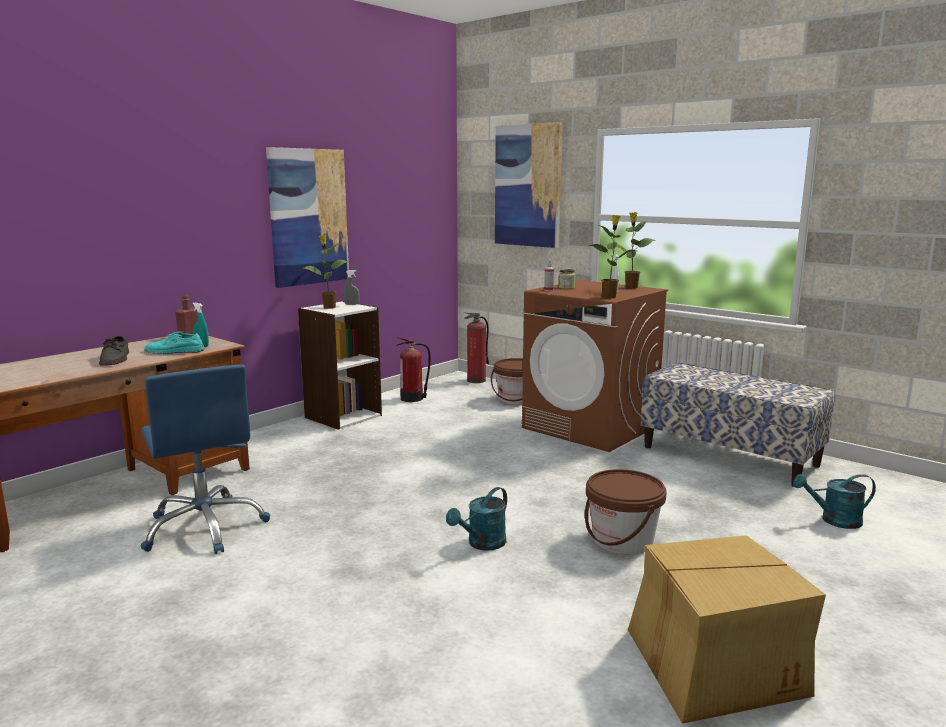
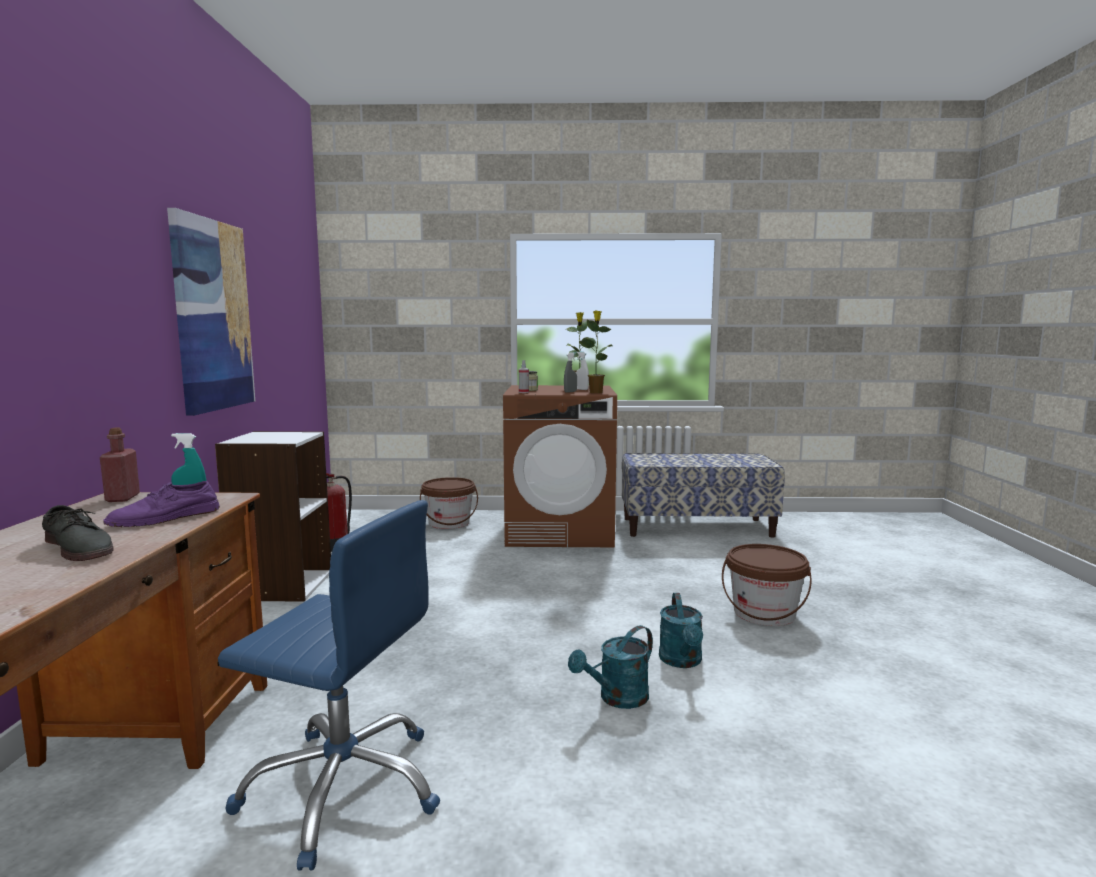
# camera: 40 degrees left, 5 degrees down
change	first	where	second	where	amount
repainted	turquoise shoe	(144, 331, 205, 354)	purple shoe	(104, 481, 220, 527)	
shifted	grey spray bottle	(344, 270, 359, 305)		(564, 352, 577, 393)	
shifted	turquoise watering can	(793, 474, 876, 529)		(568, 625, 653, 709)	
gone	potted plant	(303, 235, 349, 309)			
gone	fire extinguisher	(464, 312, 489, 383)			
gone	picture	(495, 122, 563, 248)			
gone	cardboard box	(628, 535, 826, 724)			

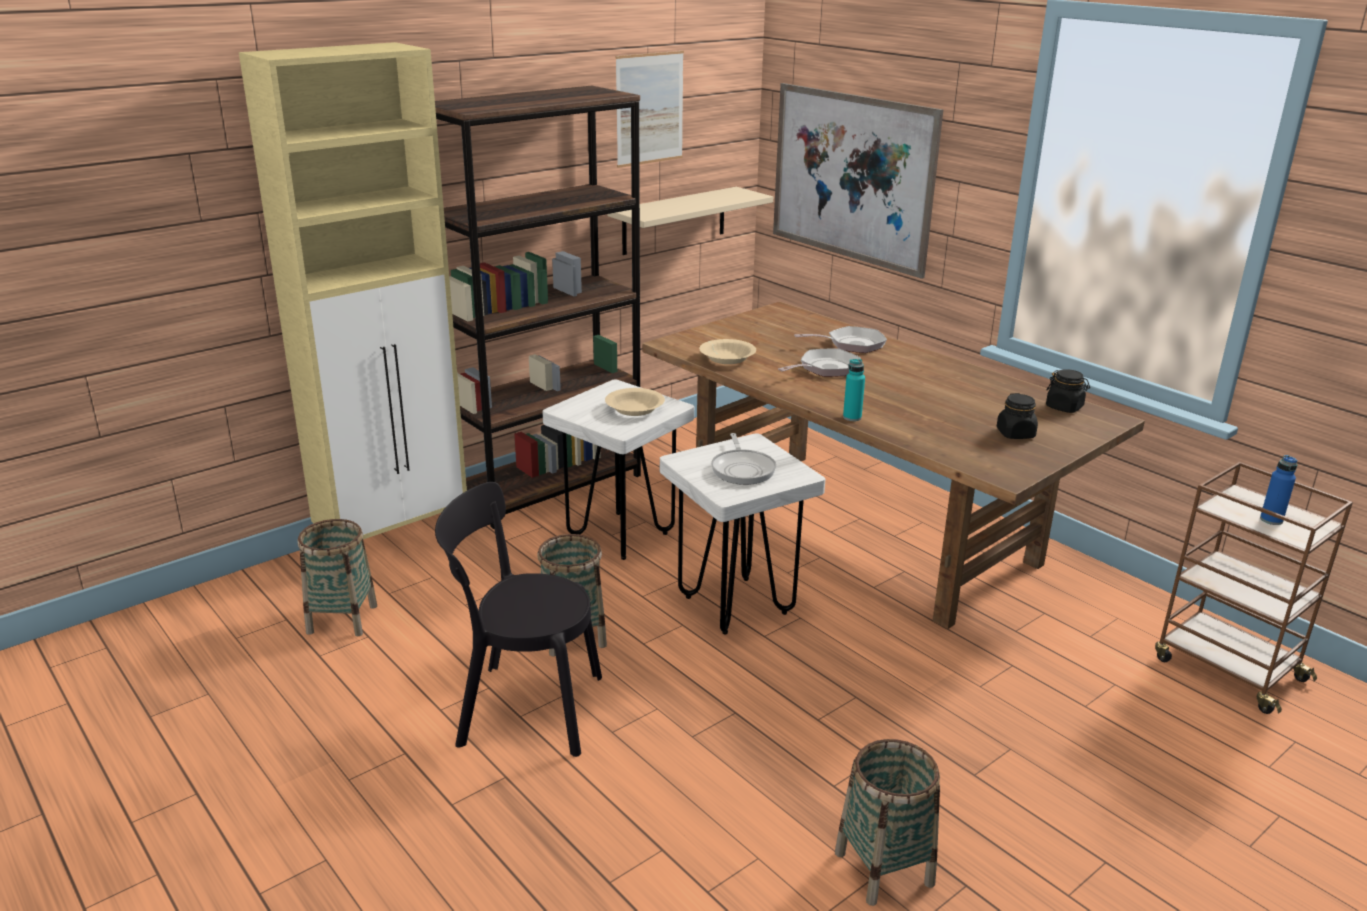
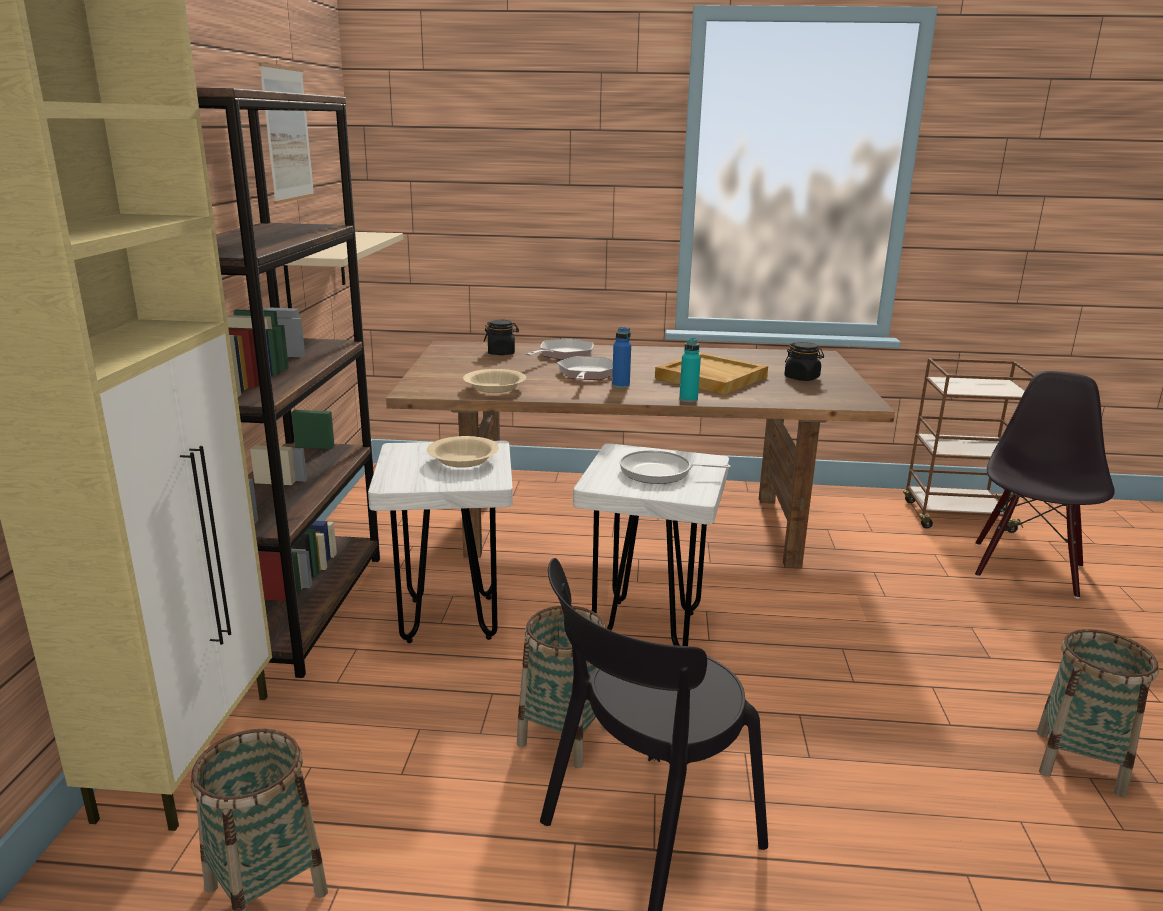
# camera: 45 degrees left, 5 degrees down
change	first	where	second	where	amount
shifted	black jar	(1046, 369, 1090, 413)		(484, 320, 519, 355)	
shifted	blue bottle	(1260, 455, 1298, 525)		(612, 327, 631, 388)	
rotated	frying pan	(711, 433, 776, 485)		(620, 450, 731, 484)	150 degrees clockwise
new			beige tray	(655, 352, 768, 394)	
new			black chair	(975, 371, 1115, 599)	
gone	picture	(773, 83, 943, 279)			

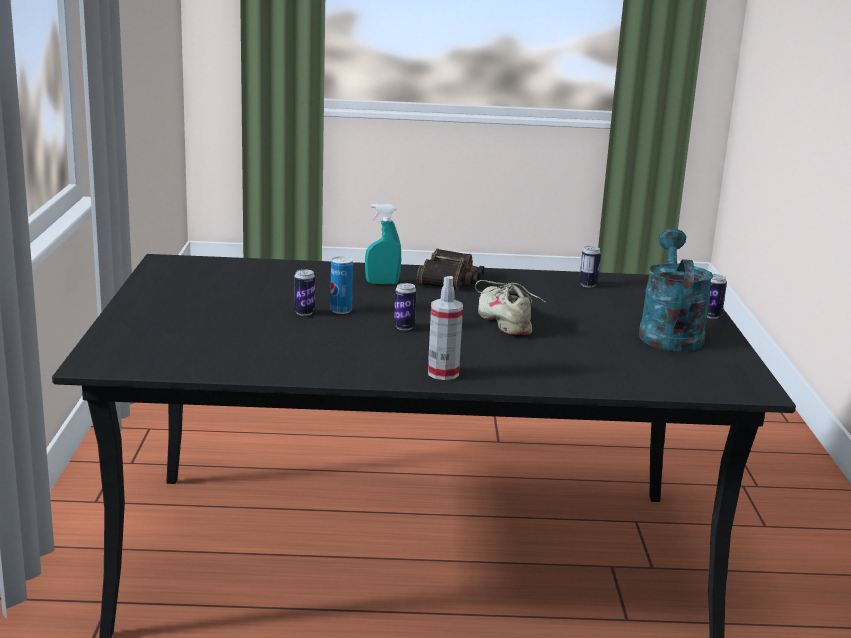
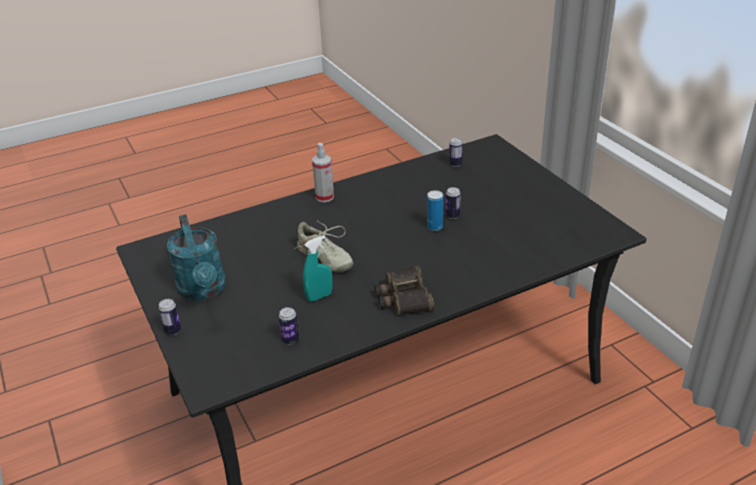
# camera: 155 degrees right, 15 degrees up
change	first	where	second	where	amount
shifted	turquoise spray bottle	(365, 204, 401, 284)		(303, 236, 333, 302)	
shifted	can	(394, 283, 416, 330)		(449, 138, 463, 167)	

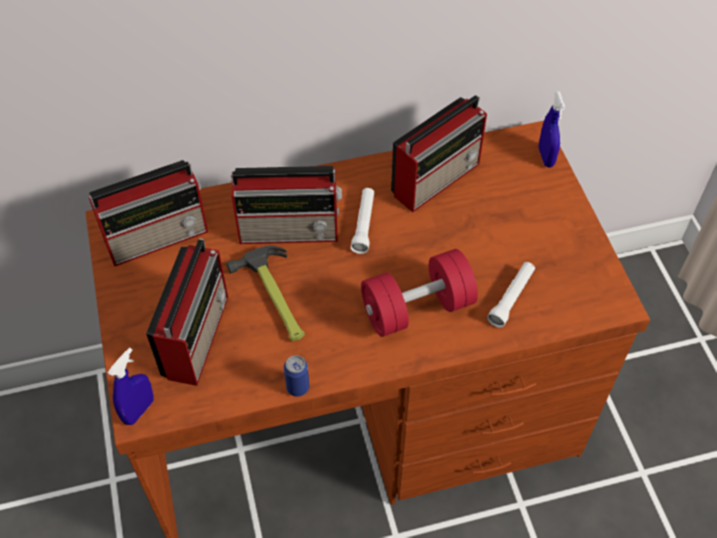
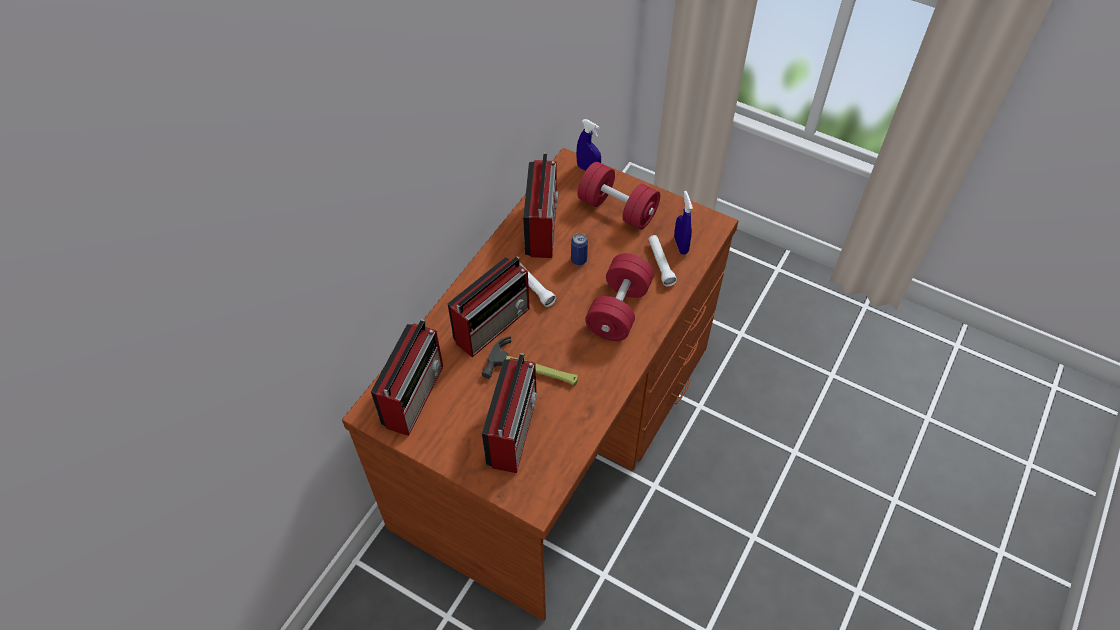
# camera: 45 degrees left, 0 degrees up
change	first	where	second	where	amount
rotated	radio	(146, 238, 228, 386)		(482, 353, 537, 473)	45 degrees clockwise
shifted	can	(284, 355, 309, 397)		(571, 233, 588, 265)	
new			red dumbbell	(577, 162, 660, 230)	
shifted	blue spray bottle	(108, 348, 154, 425)		(674, 191, 693, 255)	

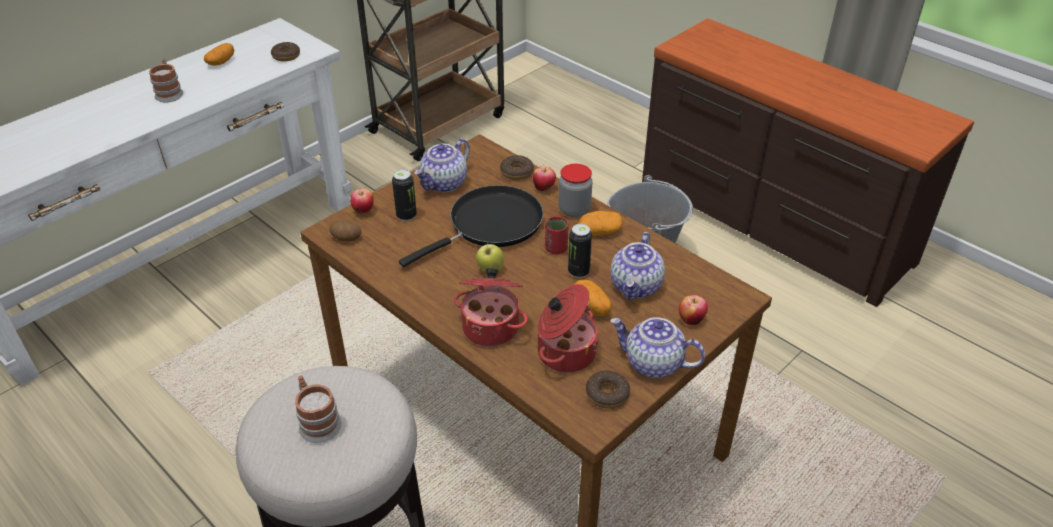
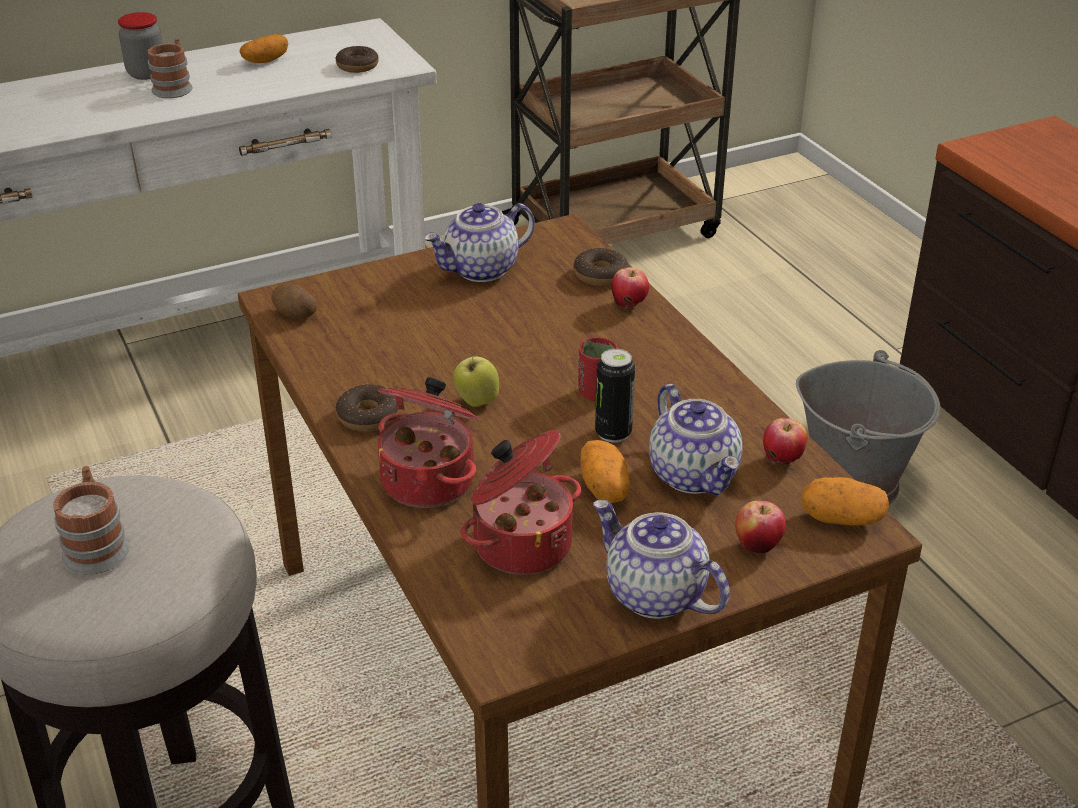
# camera: 20 degrees right, 5 degrees down
change	first	where	second	where	amount
shifted	jar	(558, 164, 592, 218)		(118, 12, 162, 80)	
shifted	donut	(586, 371, 630, 409)		(336, 384, 400, 432)	
rotated	teapot	(611, 232, 665, 300)		(649, 384, 743, 495)	60 degrees counterclockwise
shifted	apple	(350, 188, 374, 214)		(763, 418, 807, 464)	
shifted	potato	(578, 211, 623, 236)		(801, 477, 889, 525)	
gone	can	(392, 169, 417, 221)			
gone	black frying pan	(399, 185, 543, 267)			

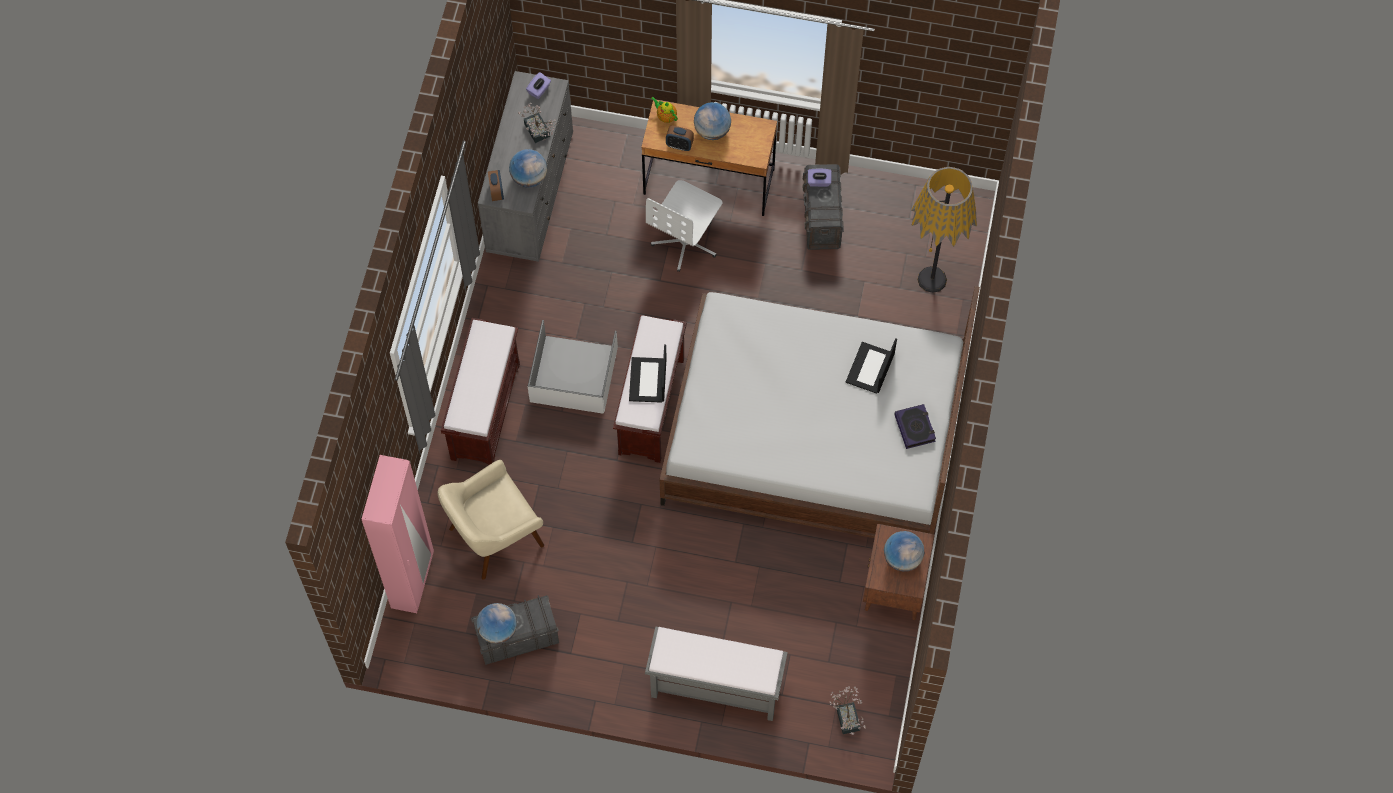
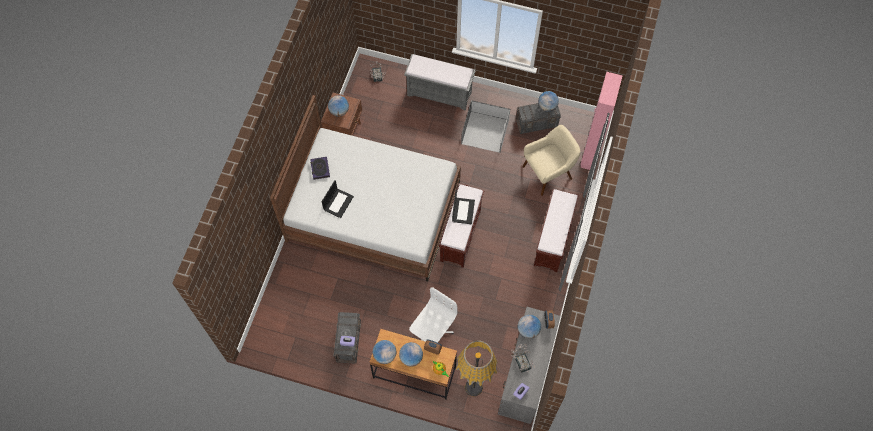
# camera: 175 degrees left, 0 degrees up
change	first	where	second	where	amount
new			globe	(373, 340, 397, 364)	
shifted	floor lamp	(911, 167, 977, 293)		(456, 340, 498, 397)	
shifted	white storage box	(528, 320, 618, 414)		(461, 100, 510, 153)	

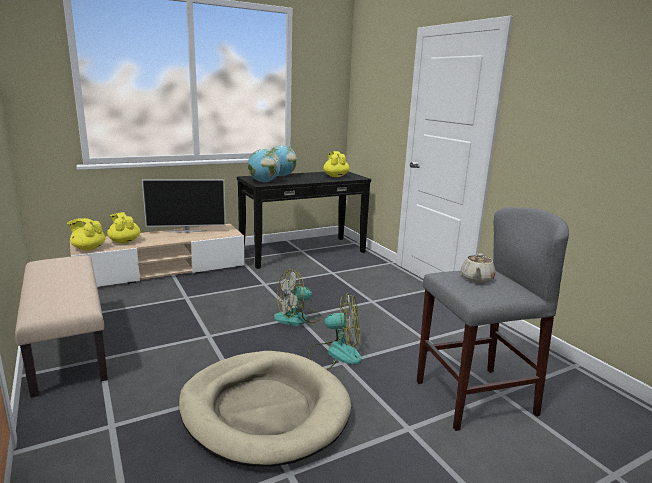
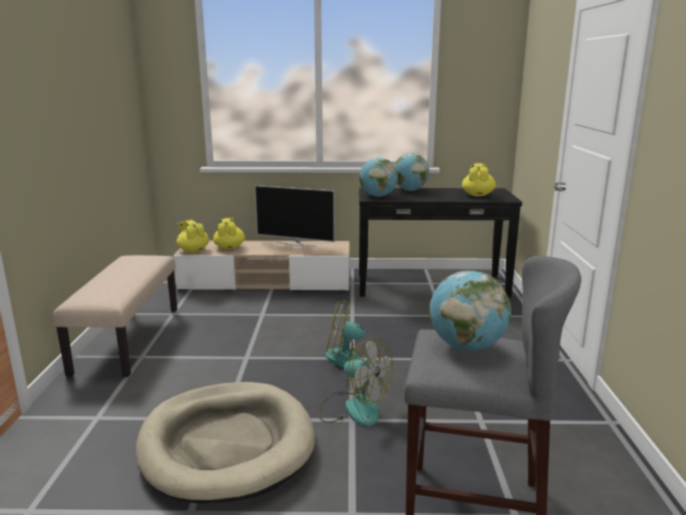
# camera: 30 degrees right, 0 degrees up
change	first	where	second	where	amount
swapped	beige teapot	(461, 253, 496, 283)	globe	(429, 271, 511, 351)	

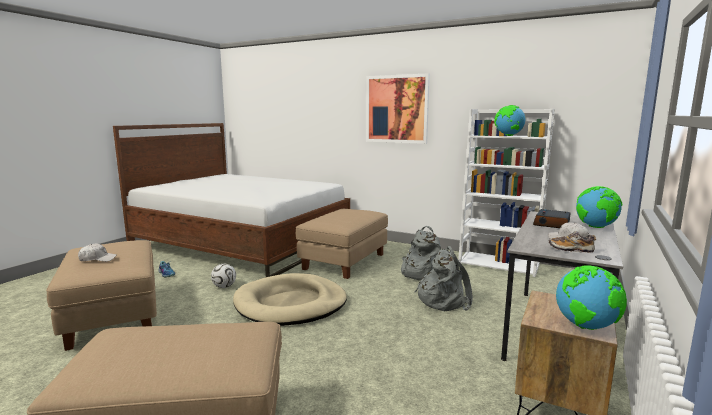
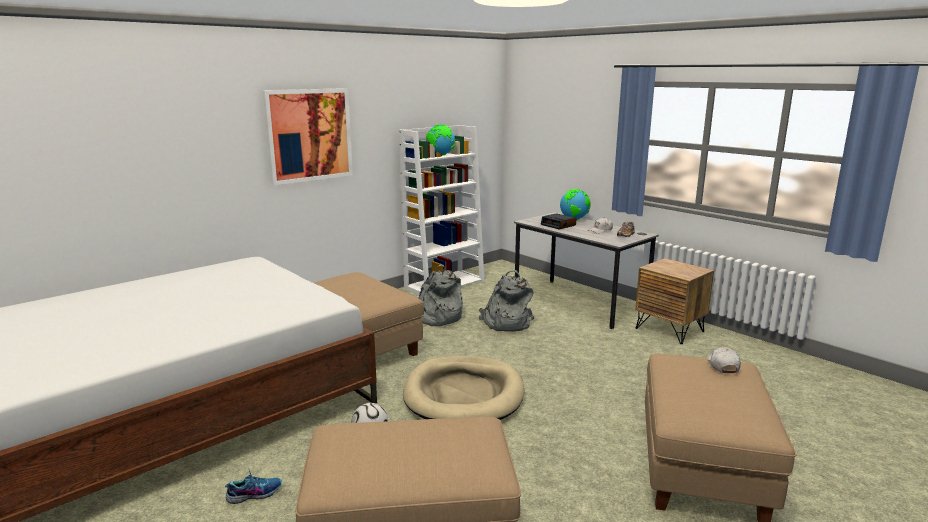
# camera: 70 degrees left, 5 degrees up
change	first	where	second	where	amount
shifted	white cap	(78, 243, 117, 262)		(707, 347, 741, 373)	
gone	globe	(556, 265, 627, 330)			

